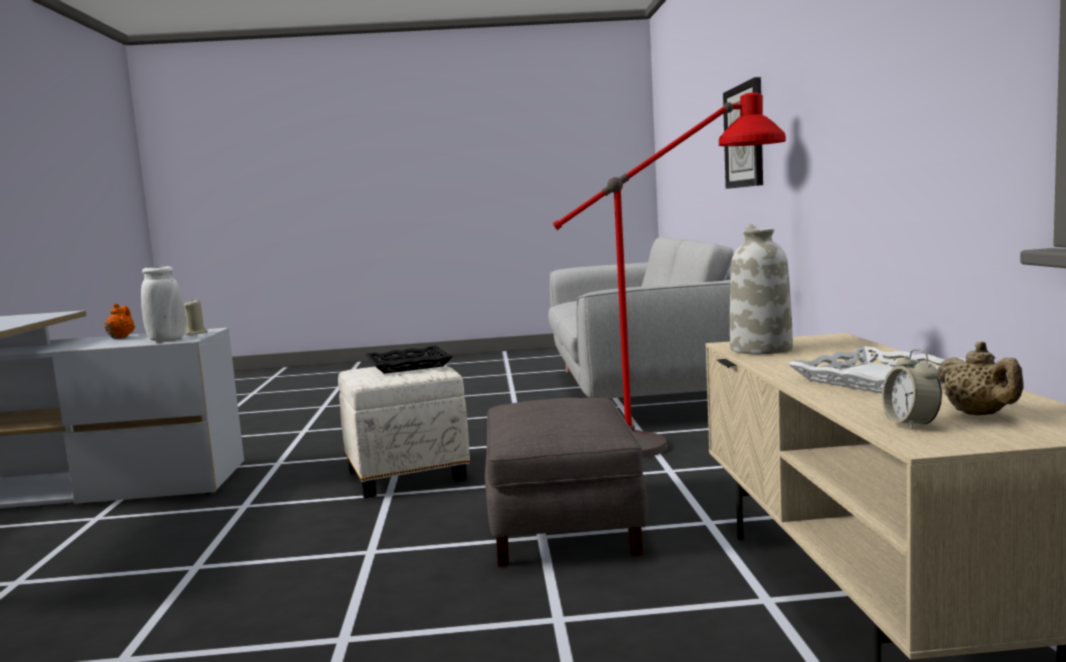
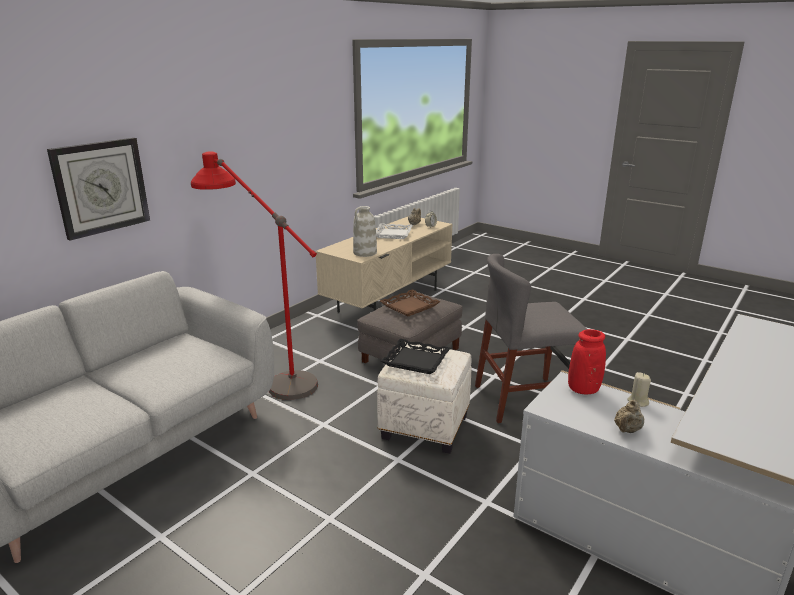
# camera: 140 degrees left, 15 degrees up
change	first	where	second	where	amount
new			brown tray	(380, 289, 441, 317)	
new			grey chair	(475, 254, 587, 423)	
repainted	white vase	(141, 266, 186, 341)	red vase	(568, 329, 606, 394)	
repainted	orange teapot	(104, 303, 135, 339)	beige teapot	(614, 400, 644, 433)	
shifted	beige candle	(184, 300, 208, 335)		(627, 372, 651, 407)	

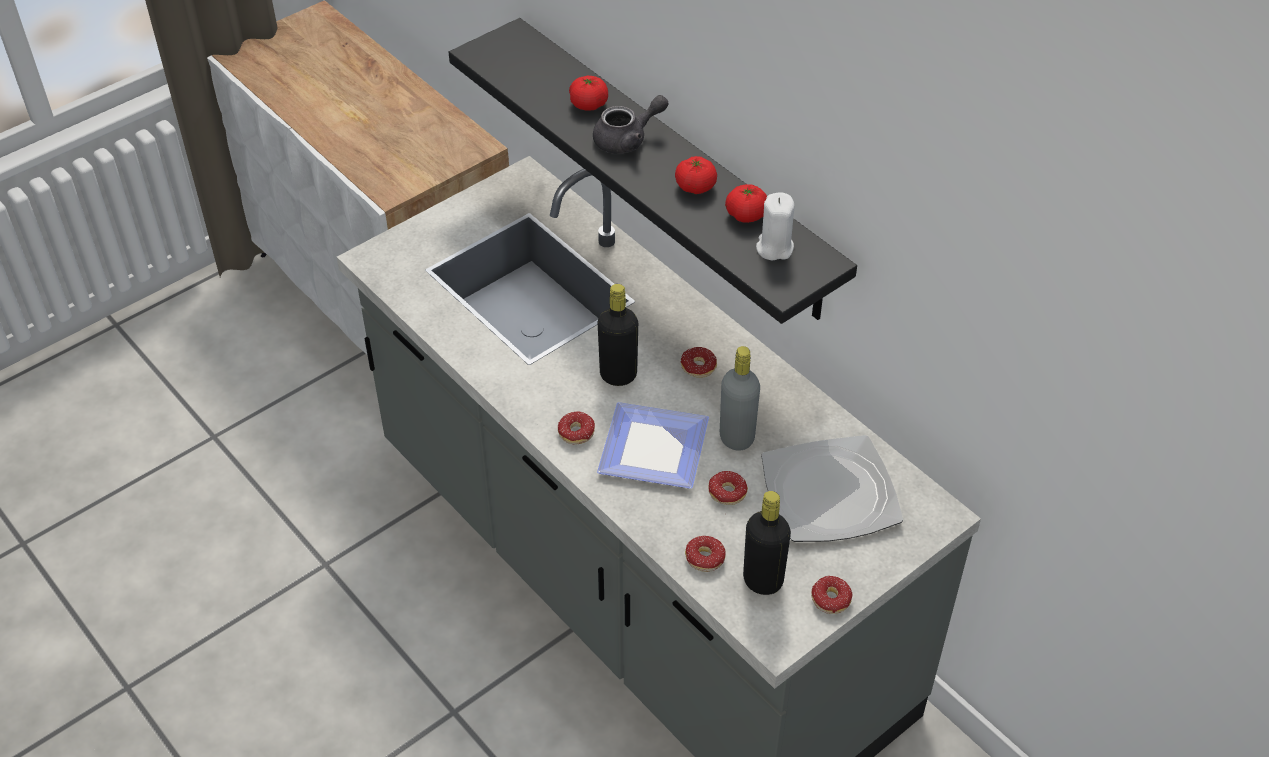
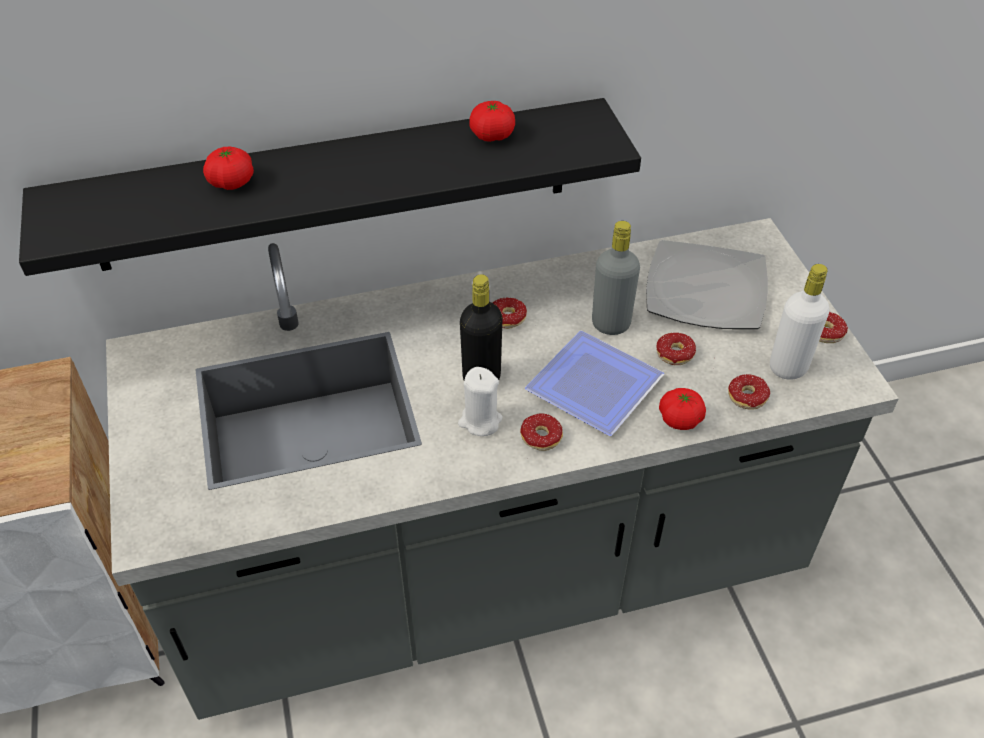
# camera: 65 degrees left, 0 degrees up
change	first	where	second	where	amount
shifted	white candle	(756, 192, 794, 261)		(458, 367, 502, 436)	
shifted	tomato	(675, 156, 717, 194)		(659, 388, 706, 430)	
repainted	black bottle	(743, 491, 791, 595)	white bottle	(770, 264, 829, 380)	
gone	grey teapot	(593, 95, 668, 154)			

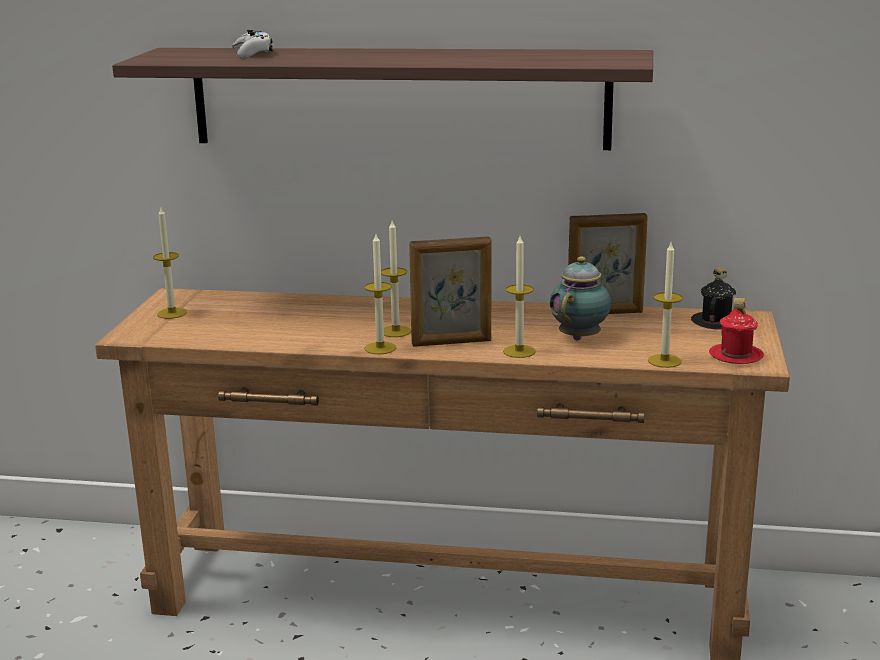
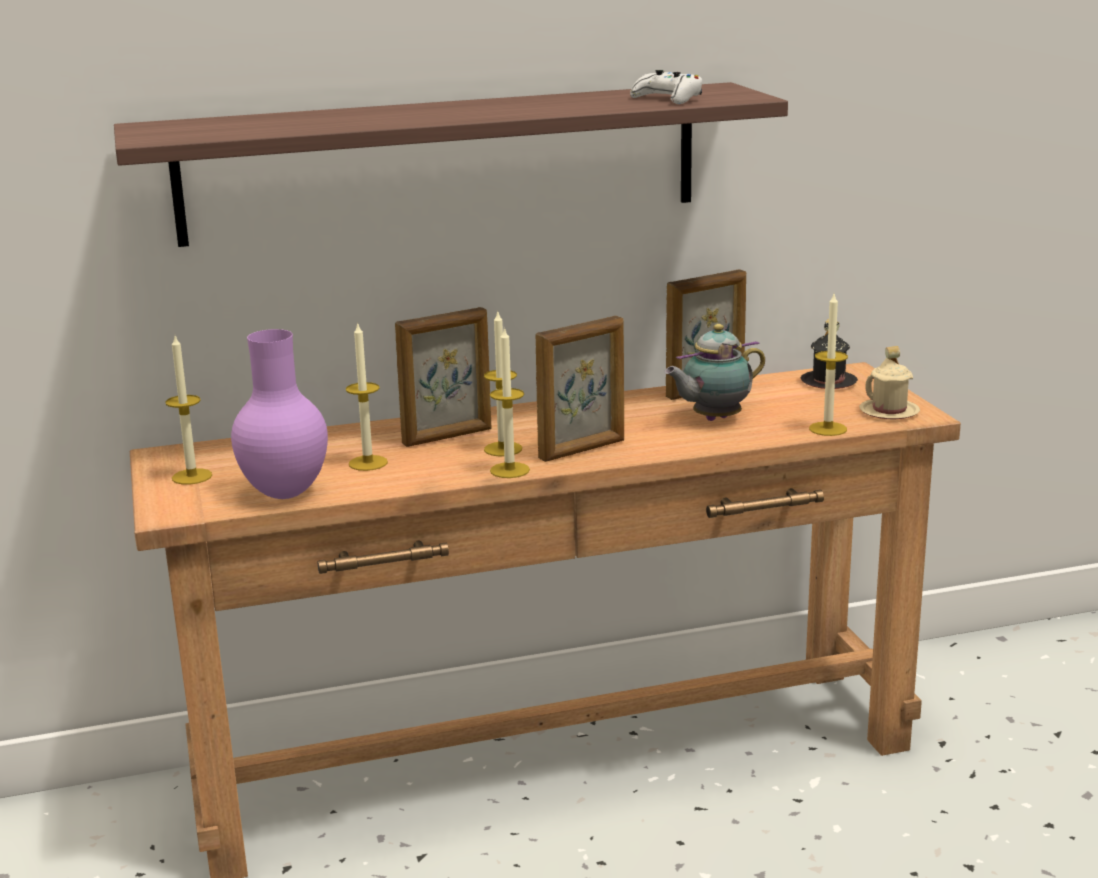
# camera: 25 degrees left, 0 degrees up
change	first	where	second	where	amount
new			purple vase	(231, 329, 328, 499)	
shifted	candle	(503, 236, 536, 358)		(346, 322, 388, 471)	
new			picture frame	(395, 307, 491, 447)	
shifted	white game controller	(232, 30, 273, 58)		(630, 70, 703, 104)	
rotated	teapot	(550, 256, 611, 341)		(664, 324, 765, 421)	120 degrees counterclockwise
repainted	red mug	(709, 298, 764, 364)	beige mug	(859, 346, 920, 419)	

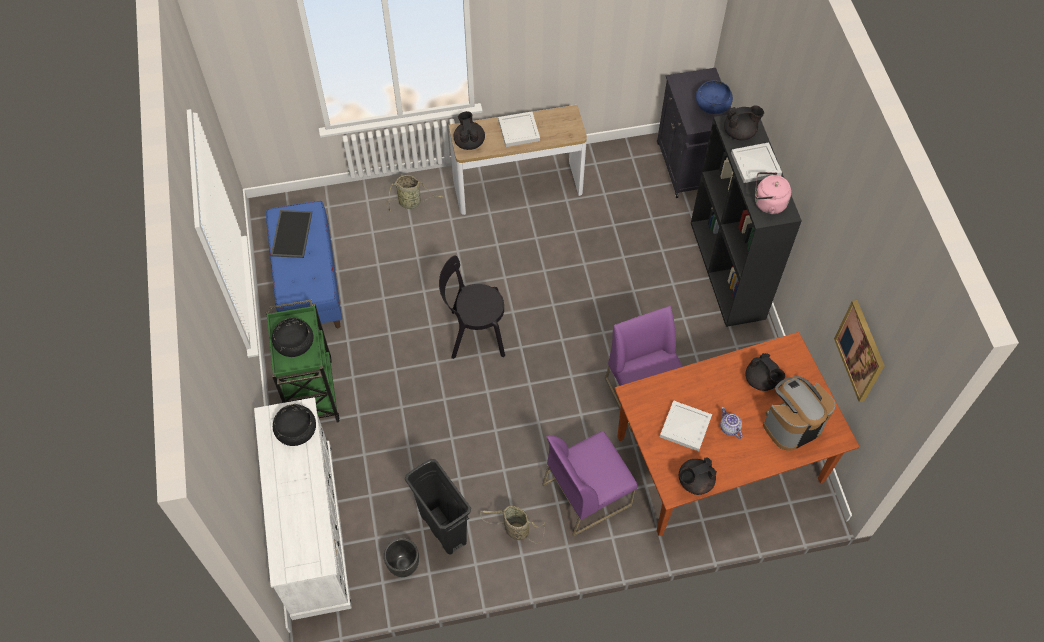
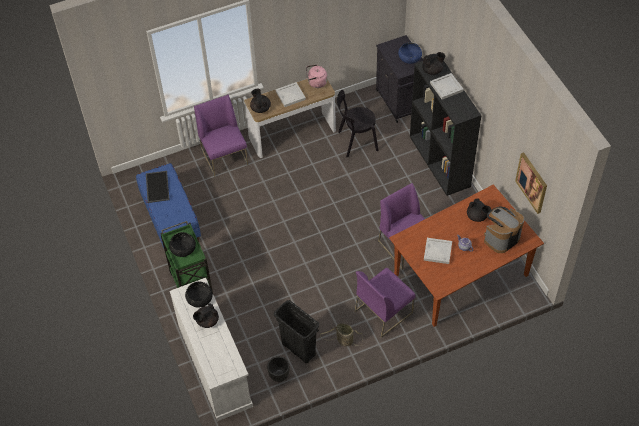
# camera: 10 degrees left, 5 degrees down
change	first	where	second	where	amount
shifted	black teapot	(679, 458, 717, 495)		(193, 304, 219, 328)	
swapped	basket	(386, 175, 443, 212)	purple chair	(194, 95, 248, 177)	
shifted	pink kettle	(755, 172, 792, 214)		(306, 64, 327, 88)	
shifted	black chair	(439, 256, 505, 359)		(337, 90, 378, 157)	

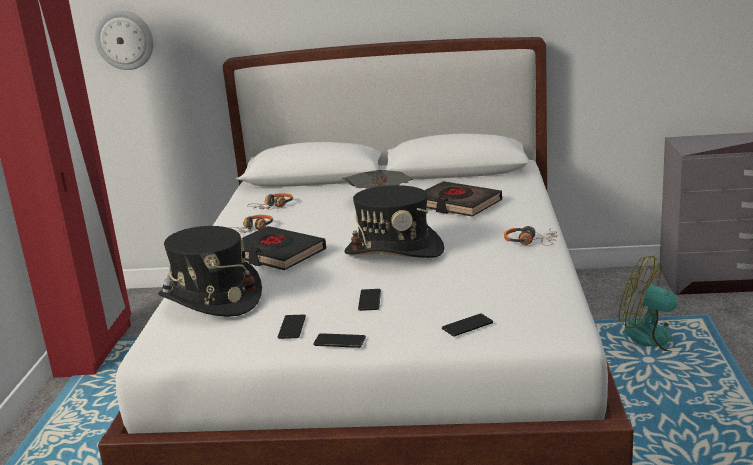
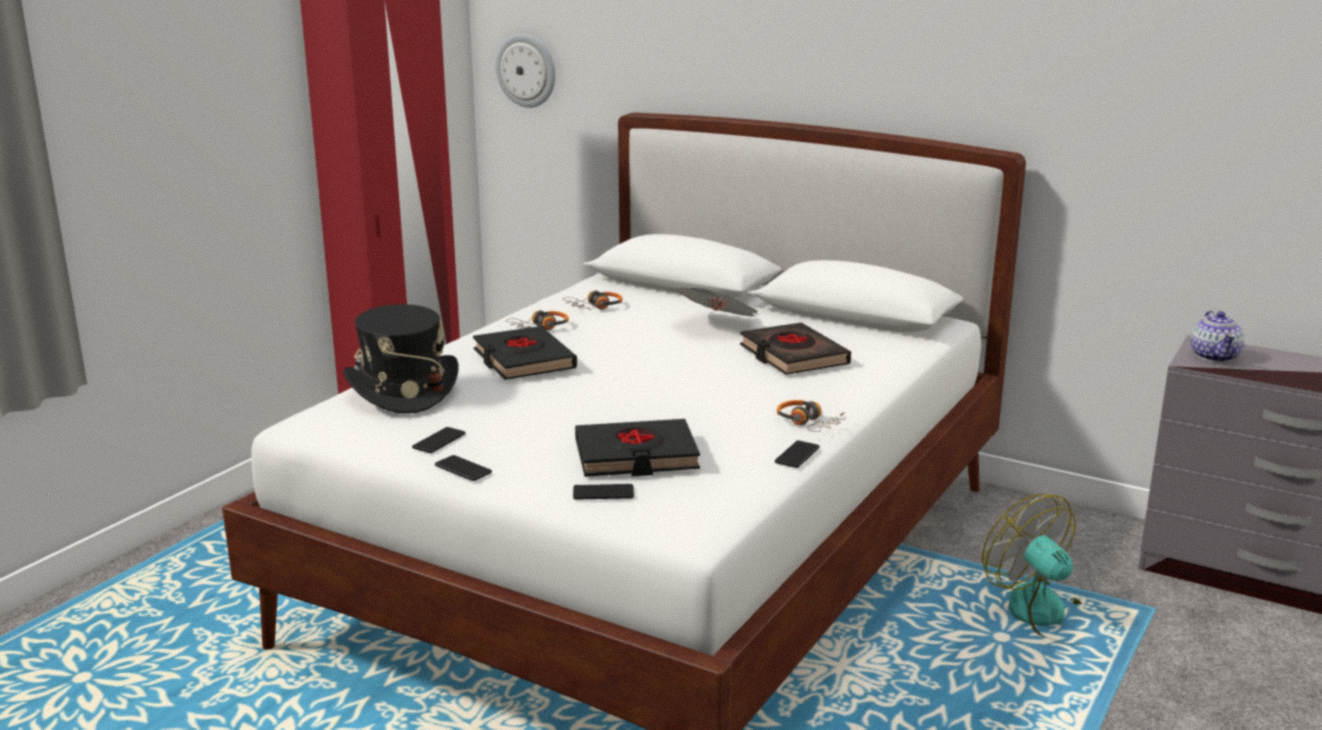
# camera: 25 degrees right, 0 degrees up
change	first	where	second	where	amount
new			black book	(575, 419, 700, 477)	
shifted	phone	(358, 289, 381, 311)		(775, 440, 820, 468)	
new			teapot	(1191, 311, 1244, 362)	
gone	black hat	(344, 185, 444, 258)			

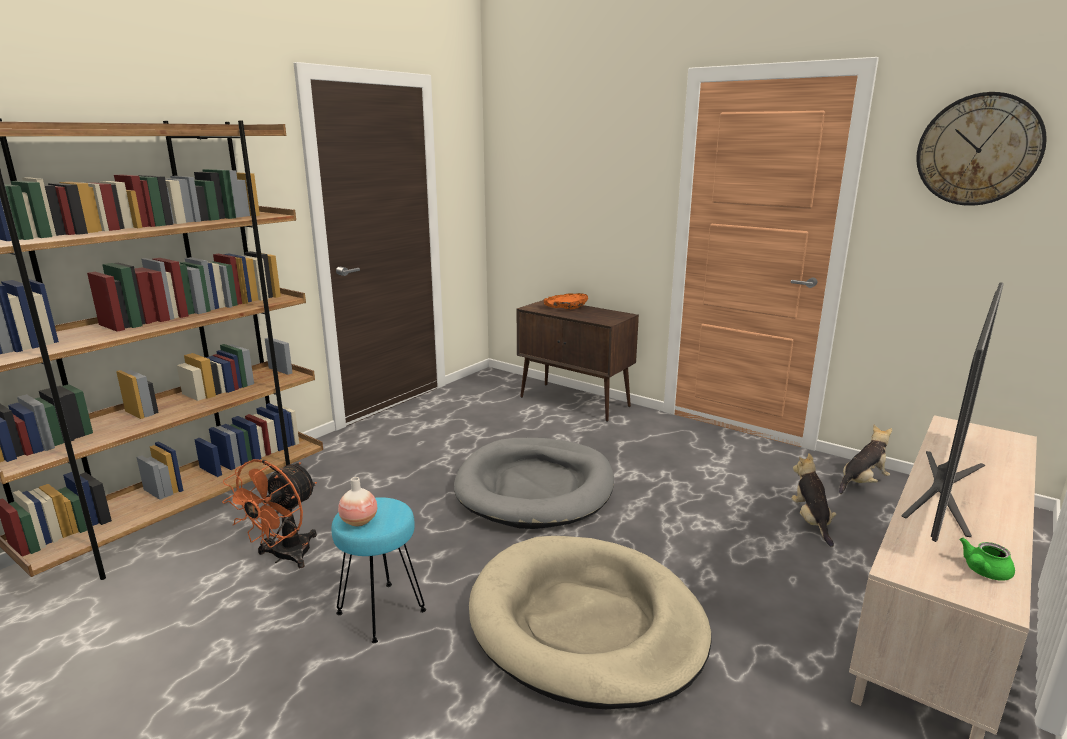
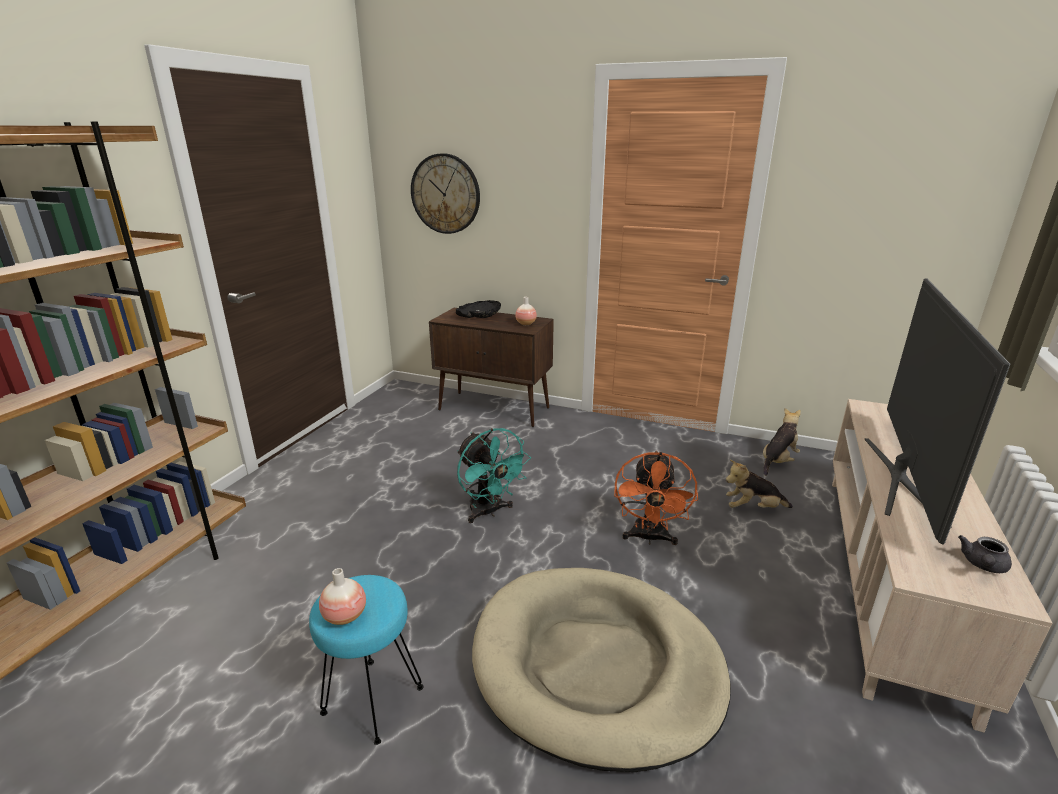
# camera: 15 degrees left, 5 degrees up
change	first	where	second	where	amount
shifted	wall clock	(916, 92, 1047, 206)		(411, 153, 480, 234)	
repainted	orange bowl	(544, 293, 588, 309)	black bowl	(456, 300, 501, 318)	
swapped	grey dog bed	(454, 438, 614, 529)	turquoise fan	(457, 428, 531, 523)	
new			vase	(515, 297, 537, 325)	
shifted	orange fan	(222, 459, 317, 568)		(614, 451, 698, 545)	
rotated	plush toy	(792, 453, 837, 547)		(726, 460, 793, 508)	75 degrees counterclockwise
repainted	green teapot	(959, 538, 1015, 581)	grey teapot	(958, 535, 1012, 573)	

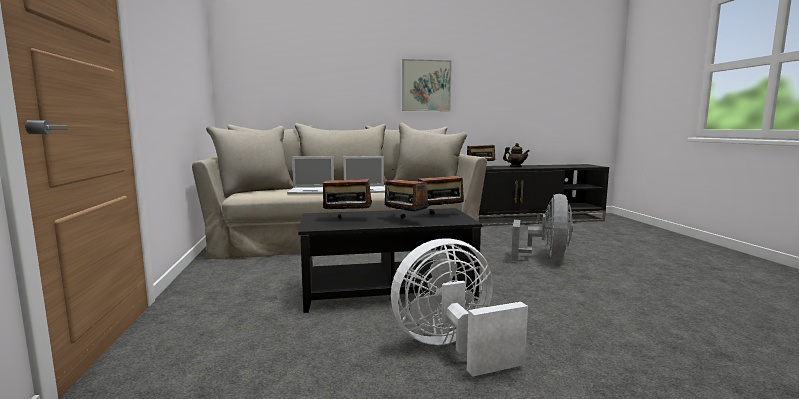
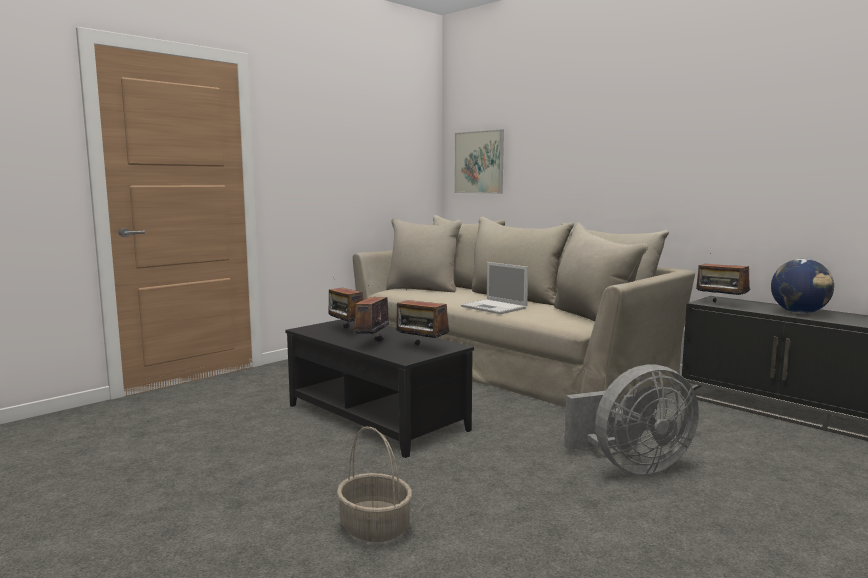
# camera: 55 degrees right, 0 degrees up
change	first	where	second	where	amount
new			basket	(337, 427, 412, 542)	
shifted	picture	(402, 59, 452, 111)		(454, 129, 504, 194)	
swapped	teapot	(503, 143, 530, 167)	globe	(771, 259, 834, 314)	
gone	laptop	(287, 156, 334, 194)			
gone	white fan	(391, 239, 528, 377)			

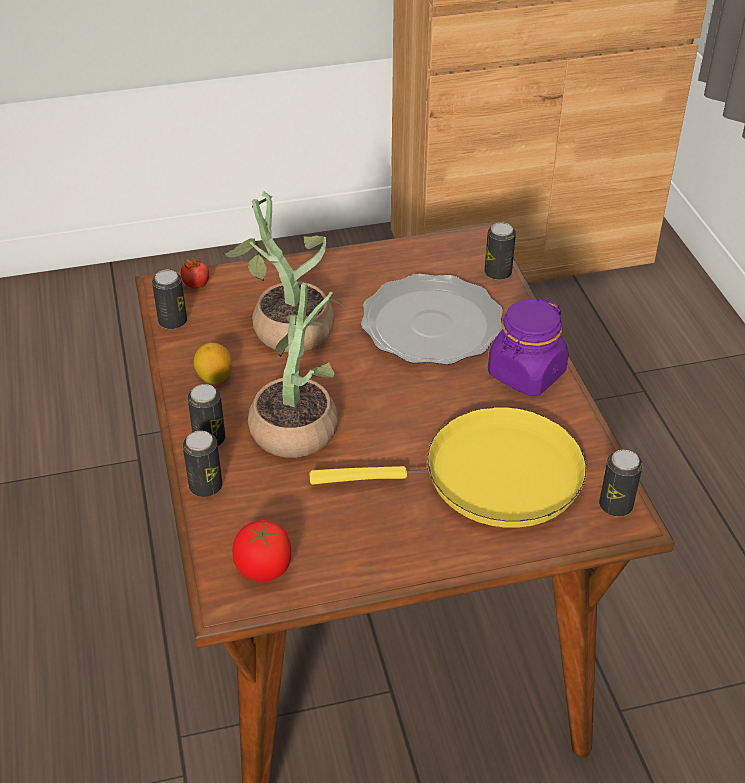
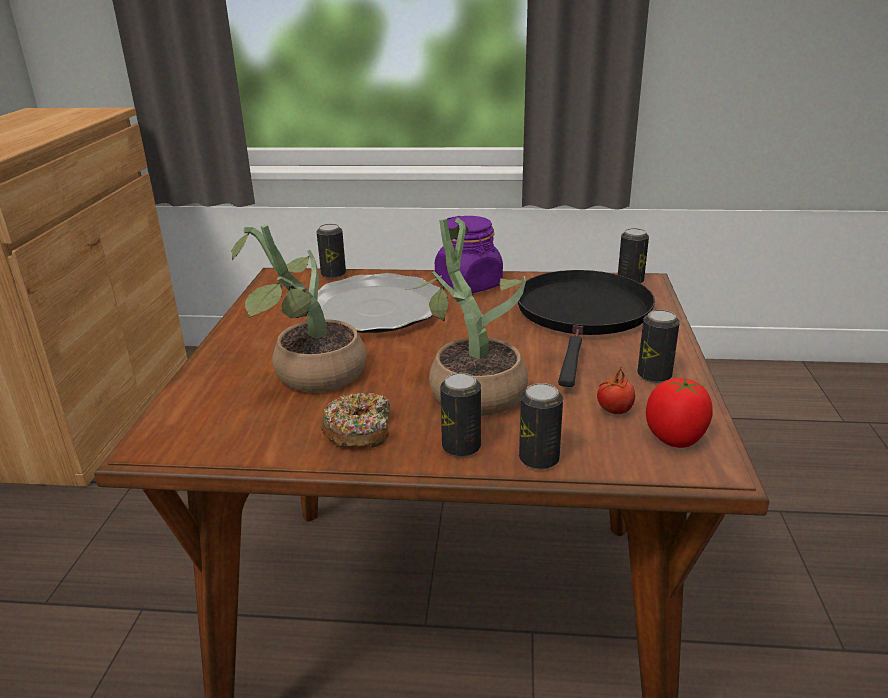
# camera: 70 degrees left, 15 degrees down
change	first	where	second	where	amount
swapped	lemon	(194, 343, 232, 384)	donut	(320, 393, 390, 448)	
repainted	yellow frying pan	(309, 407, 587, 528)	black frying pan	(517, 270, 655, 387)	
shifted	tomato	(181, 257, 209, 288)		(597, 368, 635, 414)	
shifted	can	(152, 270, 187, 330)		(637, 310, 680, 383)	

